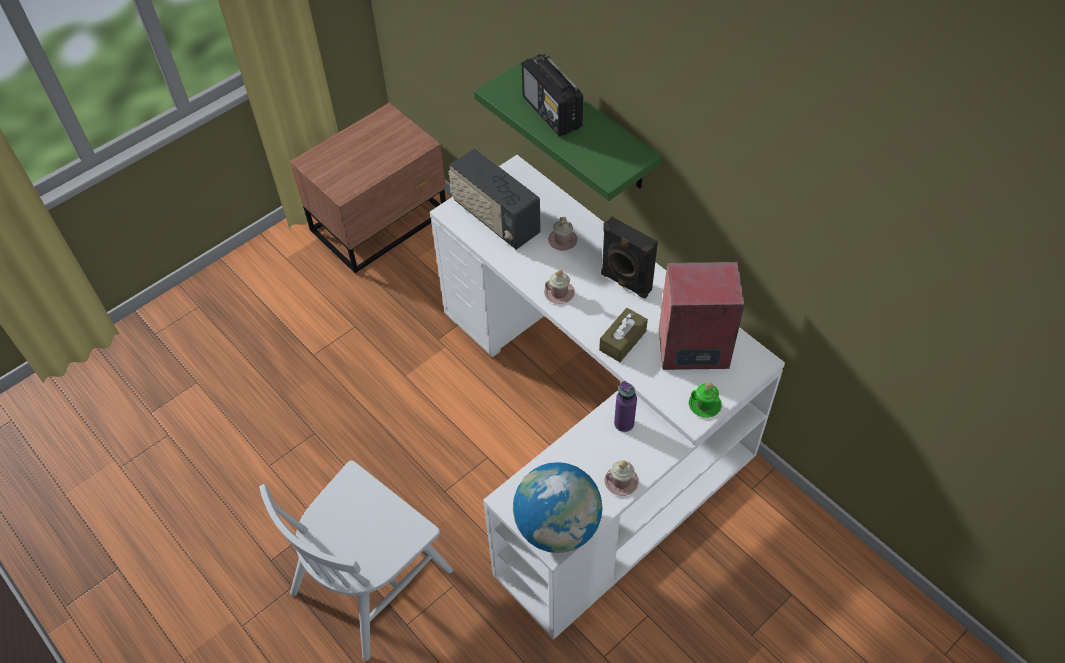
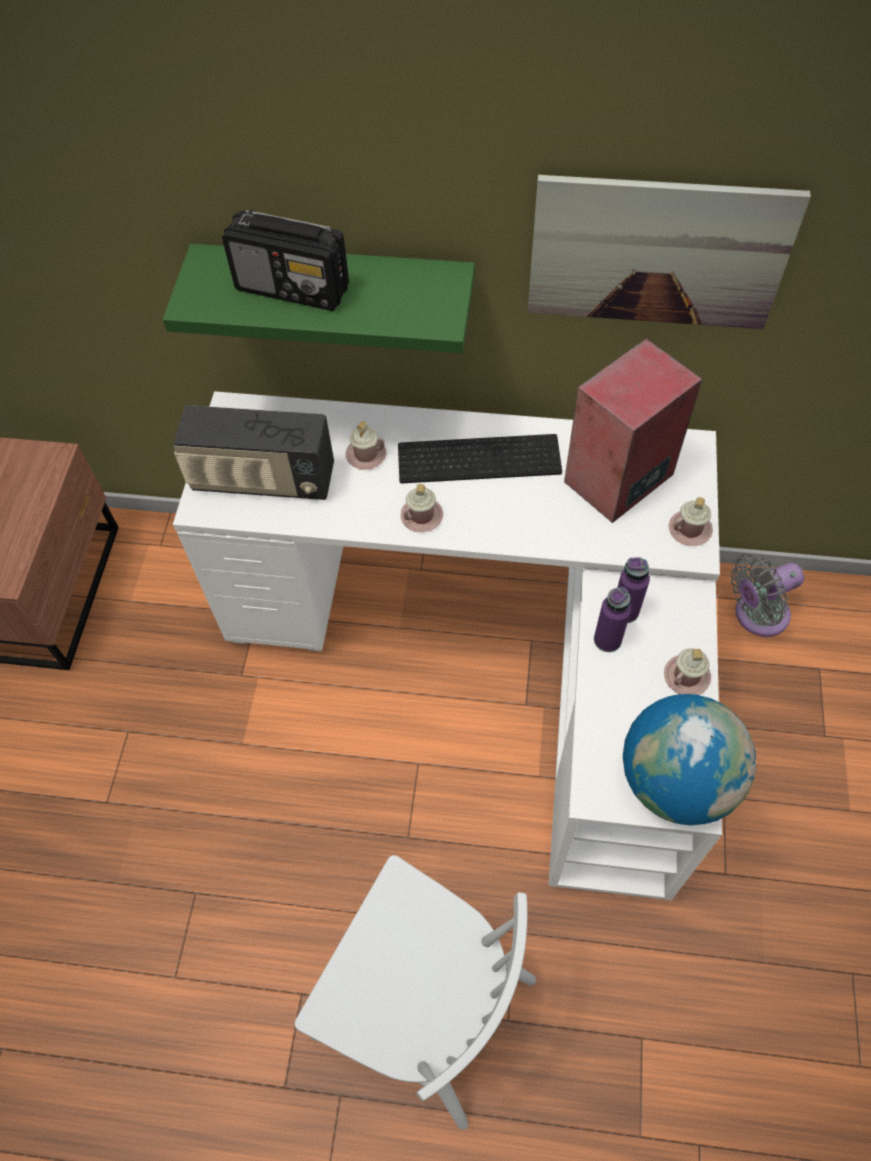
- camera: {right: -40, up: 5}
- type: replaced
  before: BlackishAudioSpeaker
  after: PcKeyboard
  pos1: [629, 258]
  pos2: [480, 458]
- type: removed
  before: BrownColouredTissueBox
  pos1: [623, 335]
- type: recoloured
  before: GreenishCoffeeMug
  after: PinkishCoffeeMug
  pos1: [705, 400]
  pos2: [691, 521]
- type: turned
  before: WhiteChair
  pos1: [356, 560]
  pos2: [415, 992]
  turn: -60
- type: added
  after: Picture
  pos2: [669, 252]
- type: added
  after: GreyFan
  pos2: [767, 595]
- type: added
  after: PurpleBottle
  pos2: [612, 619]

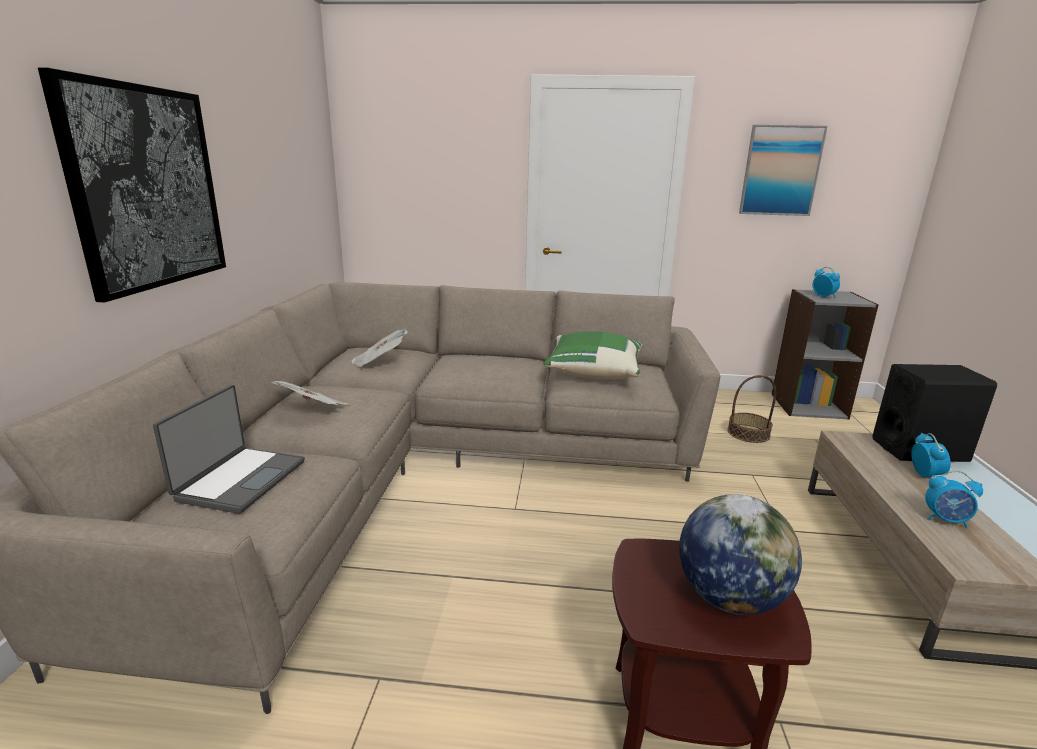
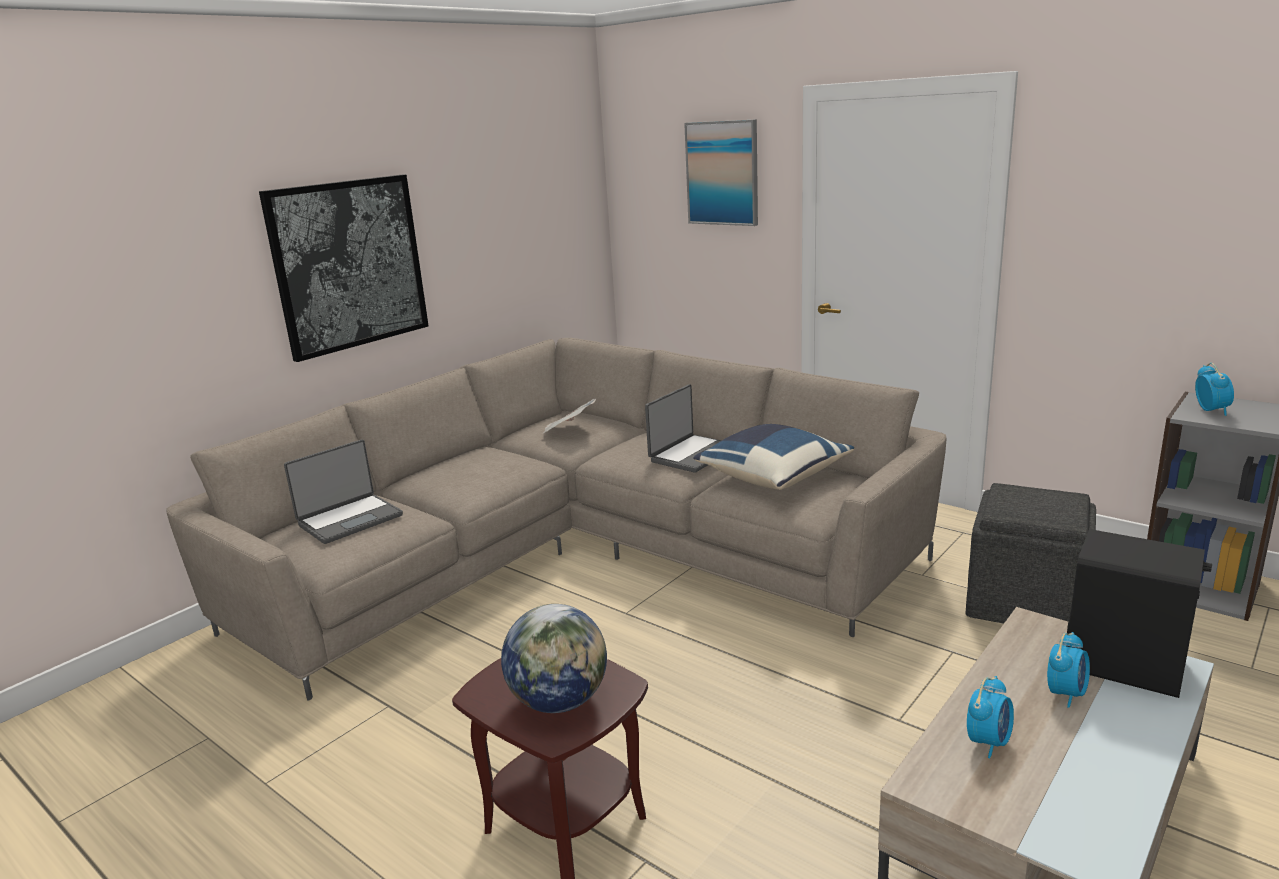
- camera: {right: 35, up: 0}
- type: moved
  before: Picture
  pos1: [783, 170]
  pos2: [721, 172]
- type: recoloured
  before: GreenishPillow
  after: BluePillow
  pos1: [593, 355]
  pos2: [773, 457]
- type: replaced
  before: Basket
  after: GreyFootrest
  pos1: [751, 409]
  pos2: [1030, 553]
- type: removed
  before: DailyPaper
  pos1: [309, 393]
- type: turned
  before: AlarmClock
  pos1: [954, 499]
  pos2: [990, 717]
  turn: -105
- type: added
  after: PortableComputer
  pos2: [683, 428]

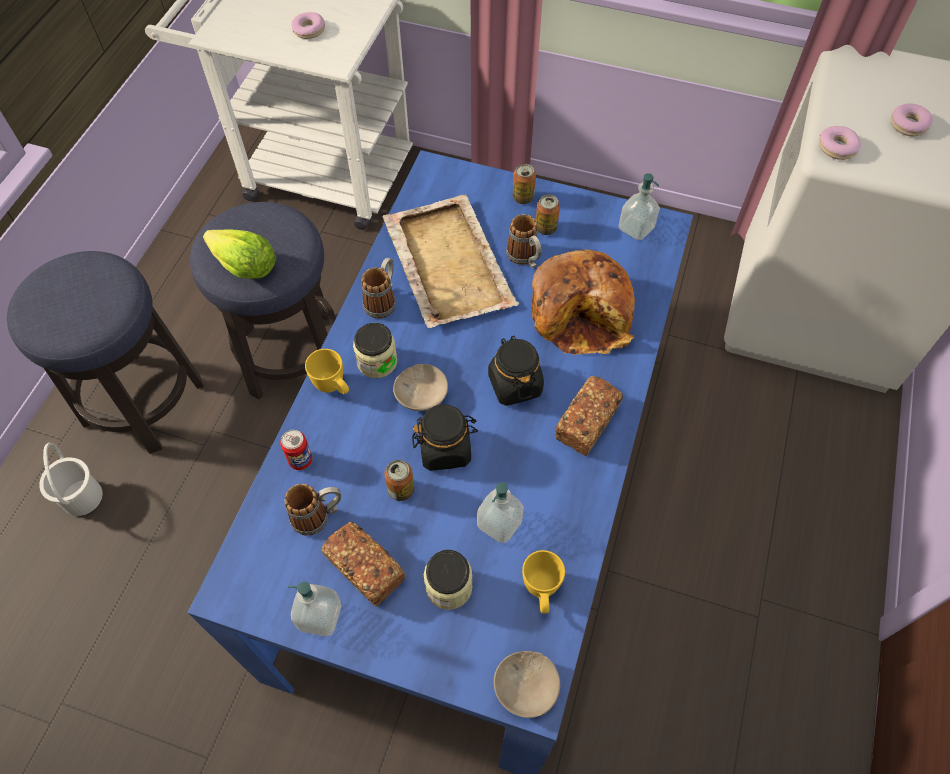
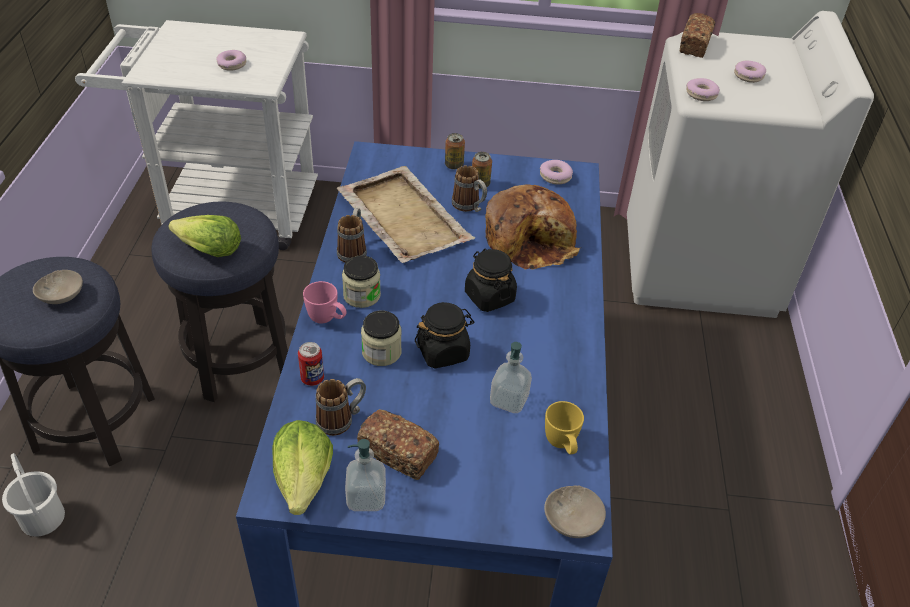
- camera: {right: -15, up: -15}
- type: replaced
  before: LiquidSoapBottle
  after: Doughnut
  pos1: [639, 206]
  pos2: [556, 172]
- type: recoloured
  before: YellowishCoffeeMug
  after: PinkishCoffeeMug
  pos1: [327, 371]
  pos2: [325, 302]
- type: moved
  before: SandColouredBowl
  pos1: [420, 387]
  pos2: [58, 287]
- type: moved
  before: Bread
  pos1: [589, 416]
  pos2: [697, 35]
- type: removed
  before: MetalCan
  pos1: [399, 480]
- type: moved
  before: Jar
  pos1: [448, 580]
  pos2: [381, 338]
- type: added
  after: Lettuce
  pos2: [302, 467]

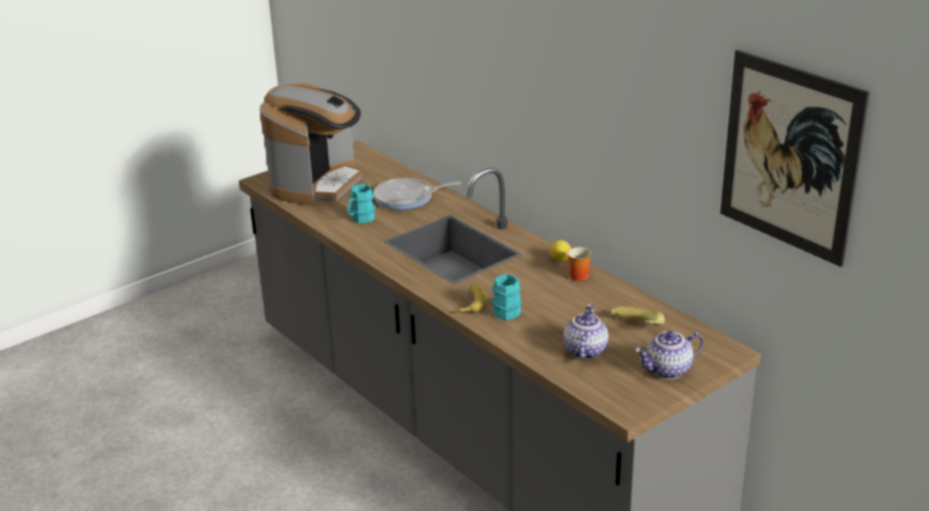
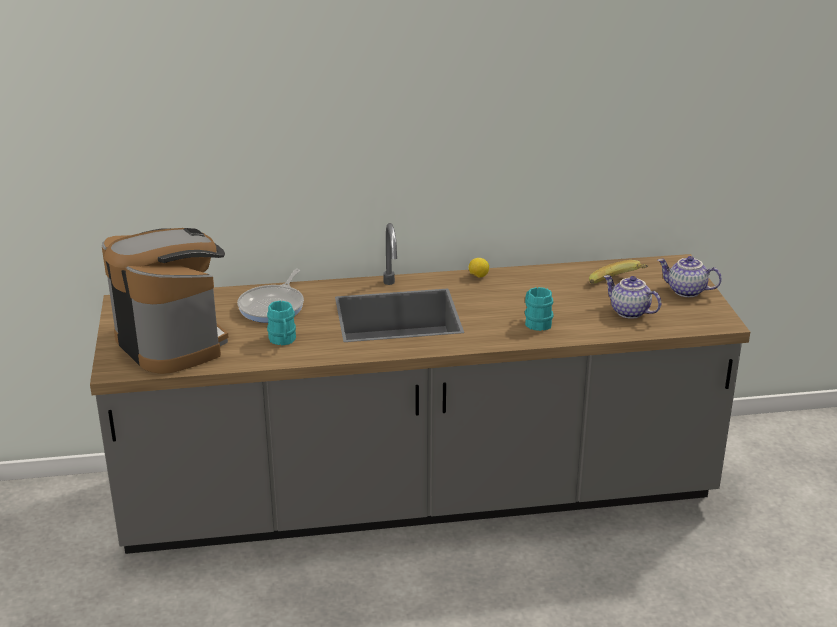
- camera: {right: -60, up: 0}
- type: removed
  before: Picture
  pos1: [795, 158]
- type: removed
  before: CoffeeMug
  pos1: [579, 264]
- type: removed
  before: BananaFruit
  pos1: [473, 298]
- type: turned
  before: TeaPot
  pos1: [669, 355]
  pos2: [690, 276]
  turn: 105

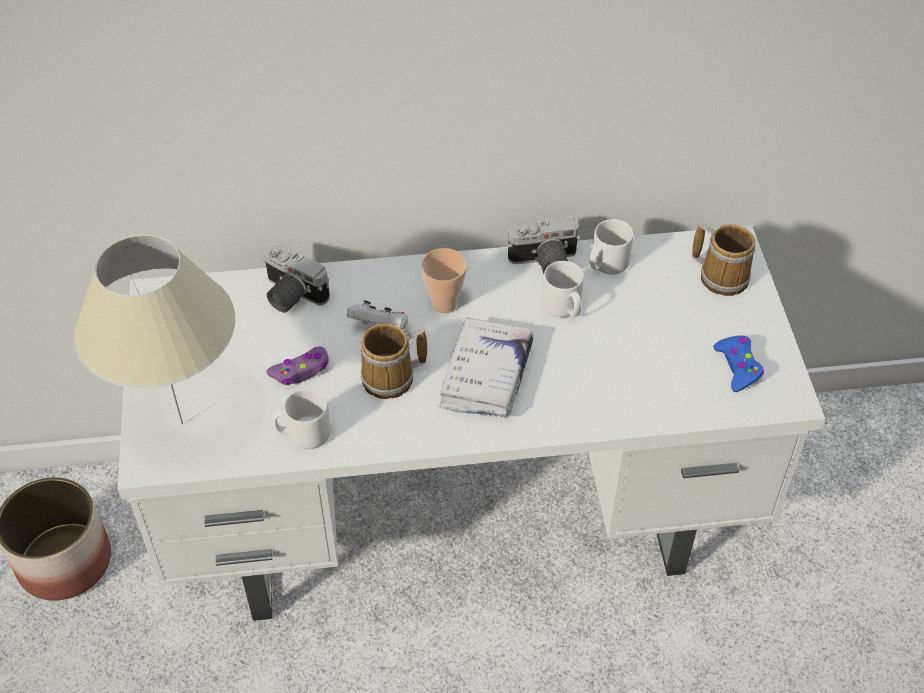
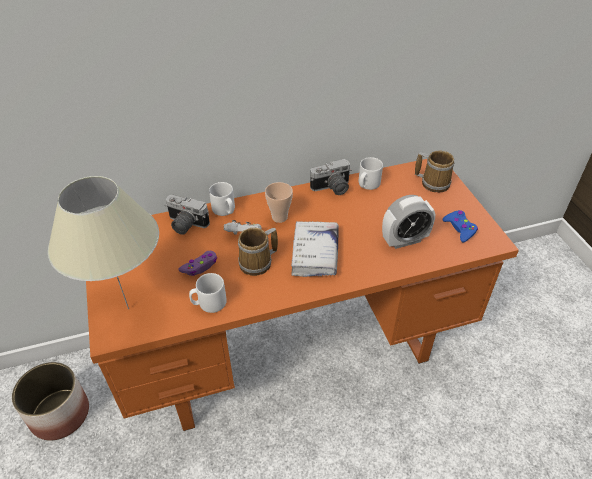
- camera: {right: -10, up: -5}
- type: recoloured
  before: WhiteDesk
  after: OrangeColouredDesk
  pos1: [471, 423]
  pos2: [302, 295]
- type: moved
  before: WhiteCoffeeMug
  pos1: [563, 289]
  pos2: [222, 199]
- type: added
  after: AlarmClock
  pos2: [408, 222]

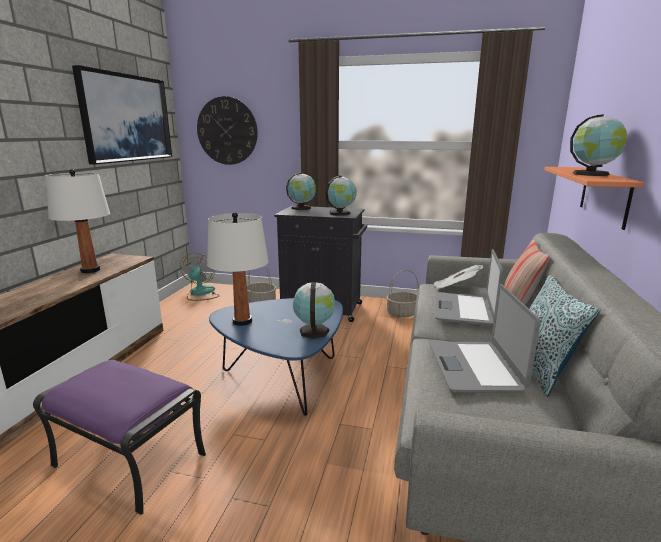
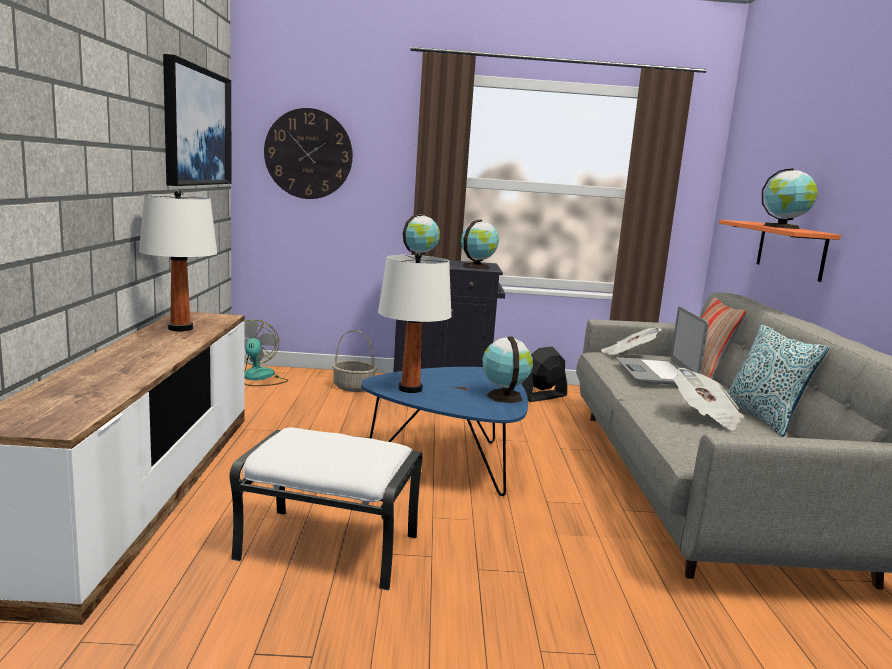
- camera: {right: -15, up: -5}
- type: replaced
  before: Basket
  after: BlackishFan
  pos1: [402, 294]
  pos2: [544, 374]
- type: replaced
  before: PortableComputer
  after: DailyPaper
  pos1: [484, 338]
  pos2: [709, 399]
- type: recoloured
  before: PurpleFootrest
  after: WhiteFootrest
  pos1: [119, 437]
  pos2: [326, 509]

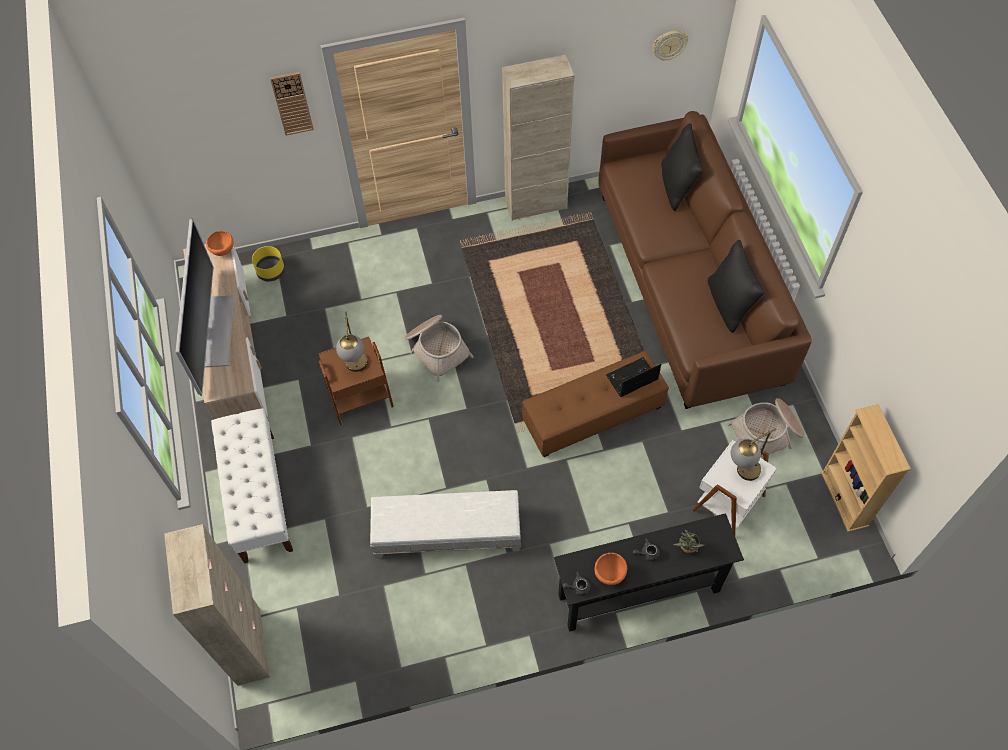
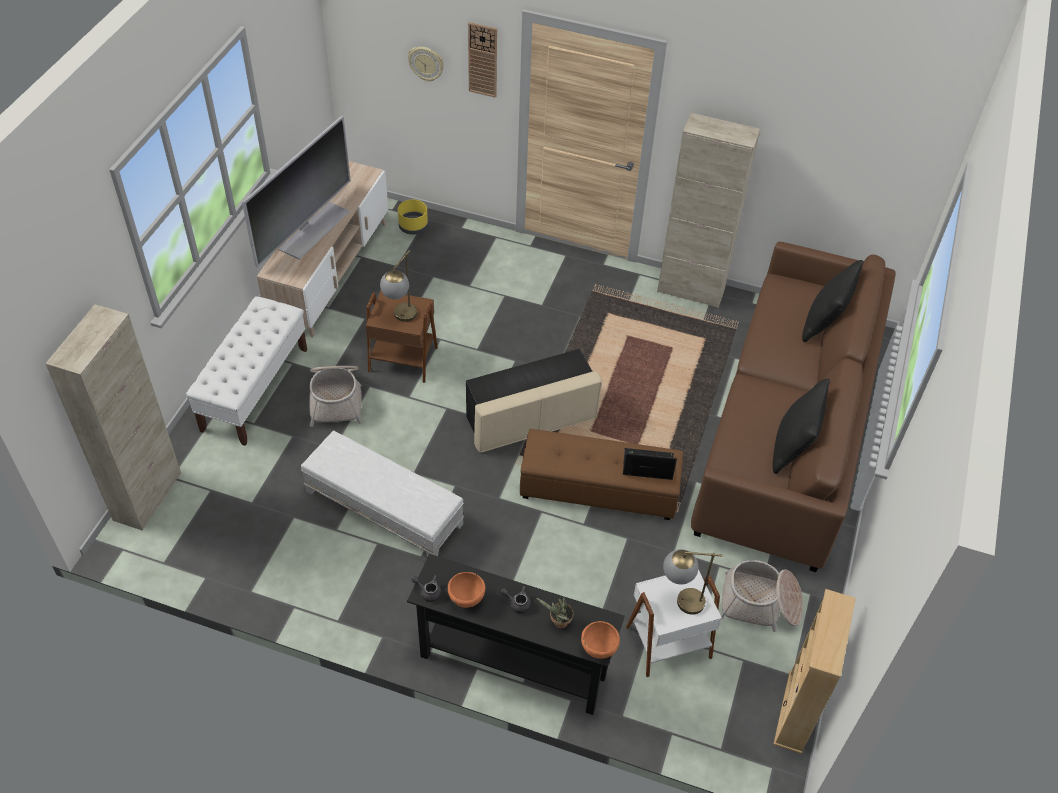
- camera: {right: 30, up: -10}
- type: moved
  before: WallClock
  pos1: [670, 46]
  pos2: [426, 64]
- type: moved
  before: OrangeColouredBowl
  pos1: [220, 243]
  pos2: [600, 640]
- type: moved
  before: Basket
  pos1: [439, 348]
  pos2: [335, 396]
- type: added
  after: SandColouredFootrest
  pos2: [534, 400]

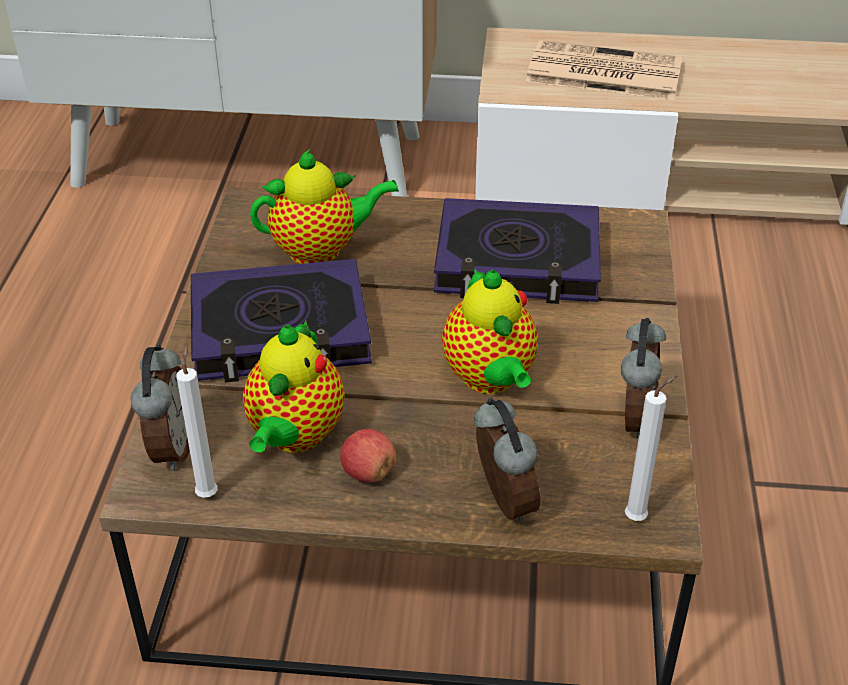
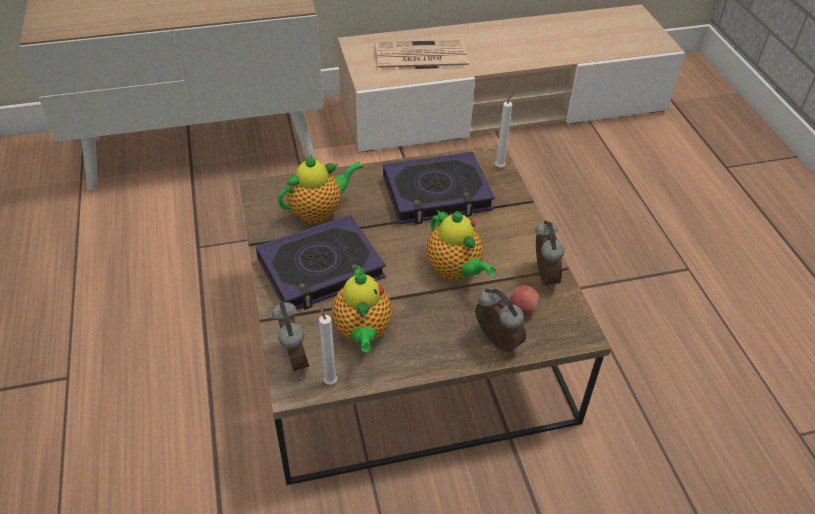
- camera: {right: -20, up: 5}
- type: moved
  before: WhiteWaxCandle
  pos1: [651, 448]
  pos2: [505, 130]
- type: moved
  before: Apple
  pos1: [368, 455]
  pos2: [524, 300]

